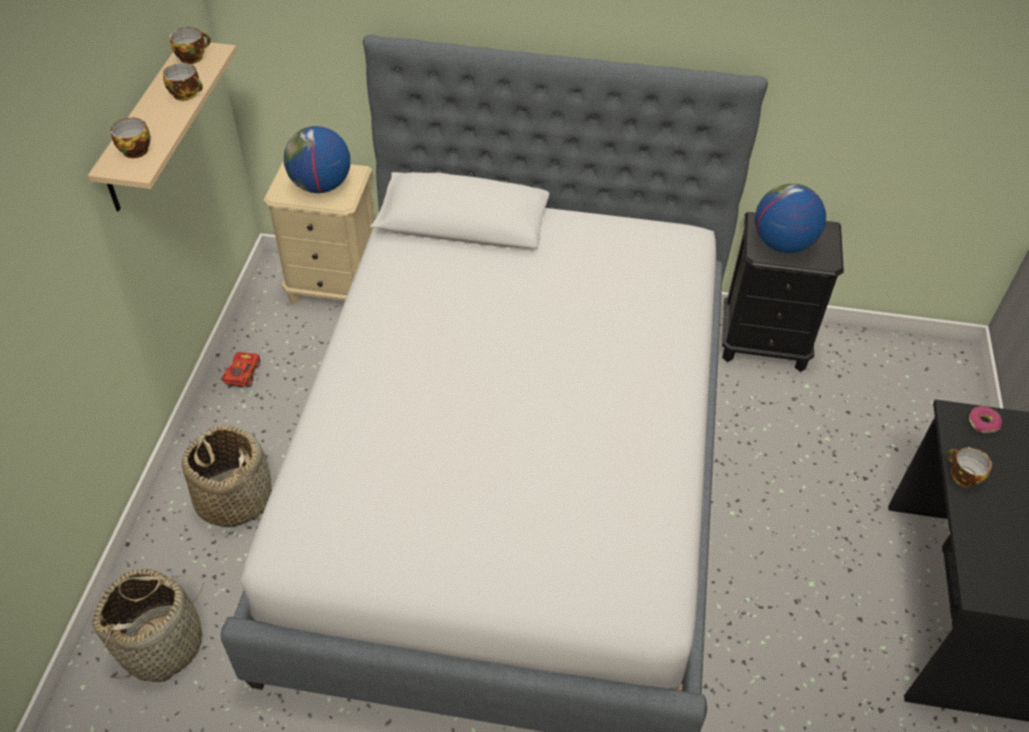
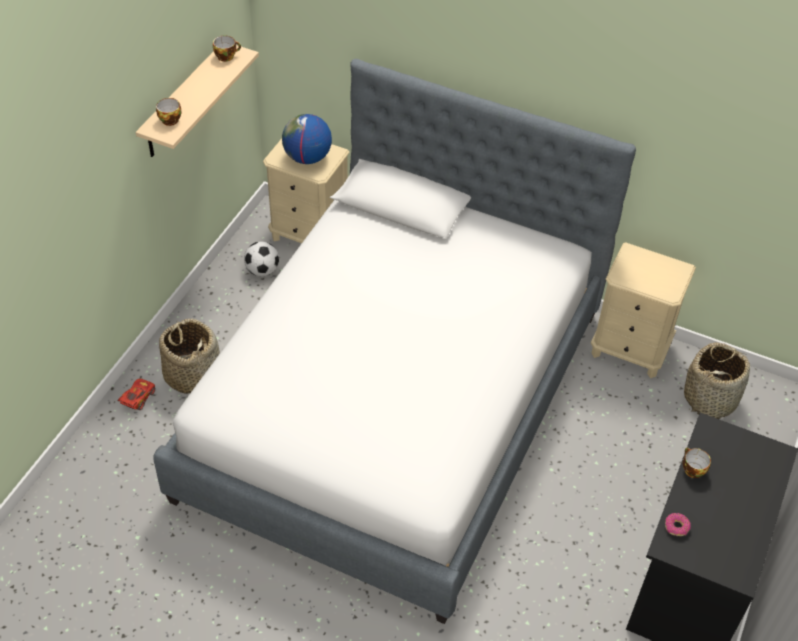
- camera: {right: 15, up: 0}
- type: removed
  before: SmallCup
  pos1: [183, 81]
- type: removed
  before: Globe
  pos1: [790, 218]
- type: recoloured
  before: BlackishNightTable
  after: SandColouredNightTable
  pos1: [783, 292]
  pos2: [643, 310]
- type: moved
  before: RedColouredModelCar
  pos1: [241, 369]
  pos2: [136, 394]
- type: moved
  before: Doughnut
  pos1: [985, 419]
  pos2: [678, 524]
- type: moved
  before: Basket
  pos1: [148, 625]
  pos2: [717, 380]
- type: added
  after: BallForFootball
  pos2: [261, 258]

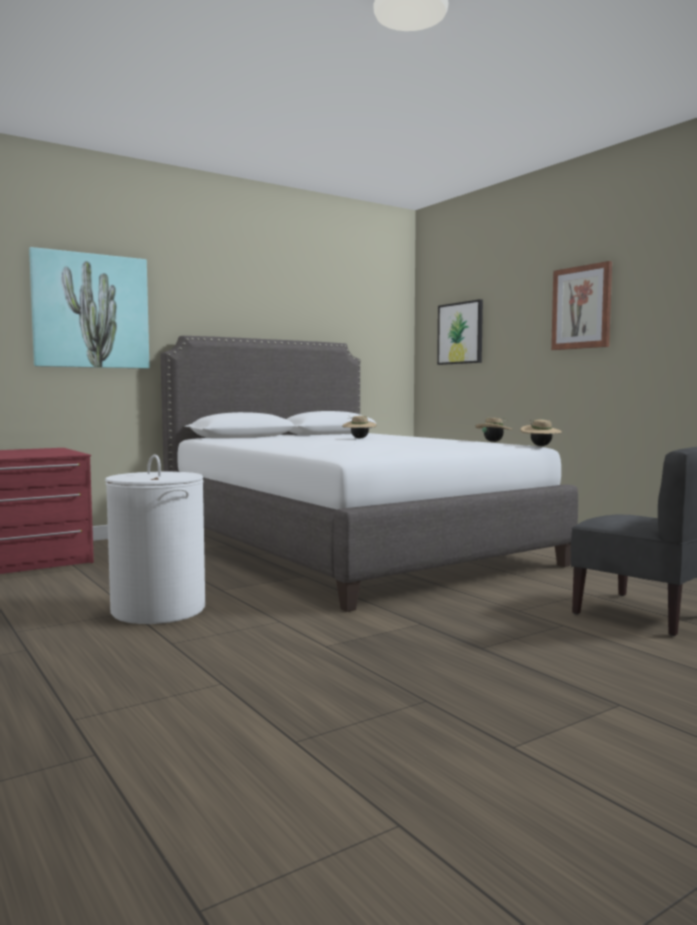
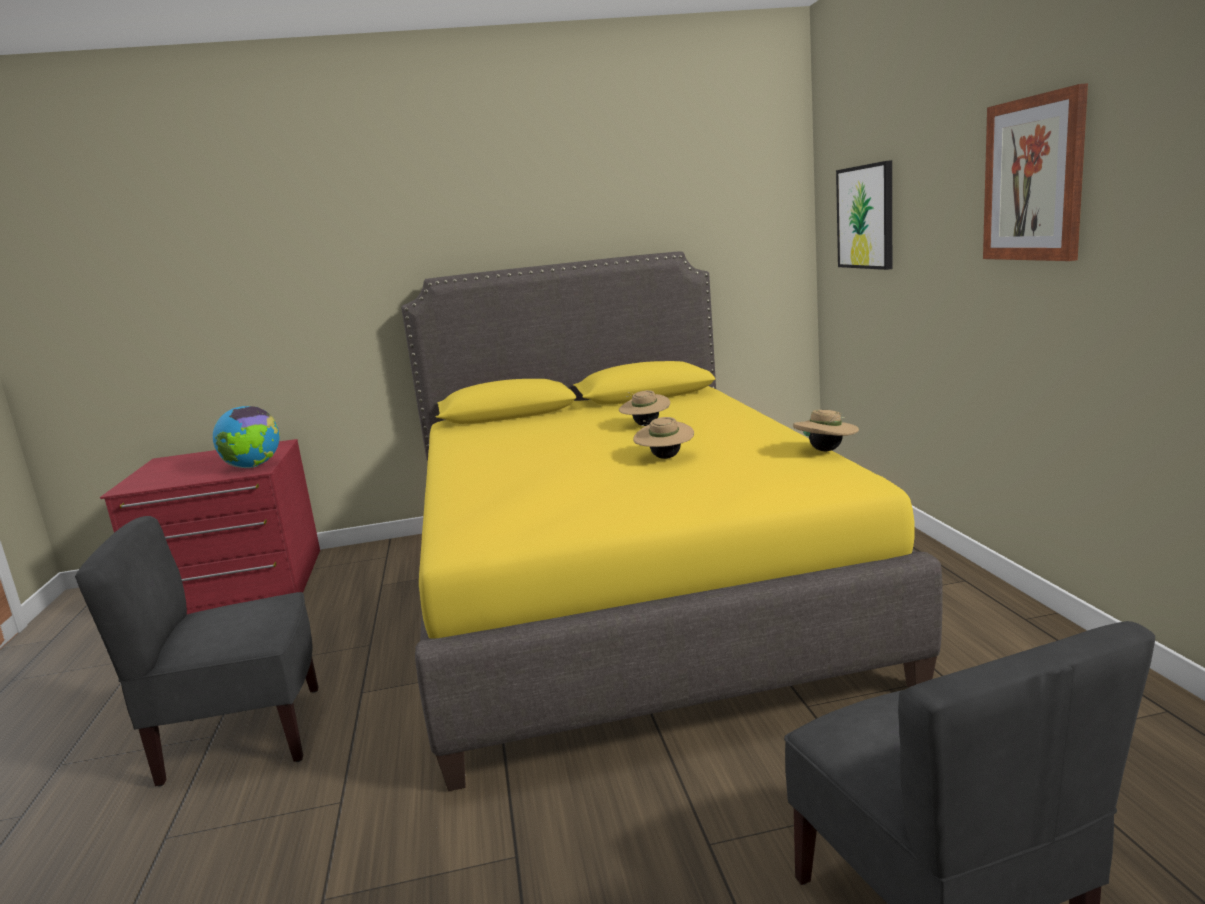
- camera: {right: 25, up: 10}
- type: removed
  before: Picture
  pos1: [89, 308]
- type: recoloured
  before: WhiteSleepingBed
  after: YellowishSleepingBed
  pos1: [369, 474]
  pos2: [672, 521]
- type: moved
  before: SandColouredWearableHat
  pos1: [541, 433]
  pos2: [663, 438]
- type: replaced
  before: WhiteLaundryBasket
  after: GreyChair
  pos1: [155, 539]
  pos2: [196, 651]
- type: added
  after: Globe
  pos2: [246, 437]

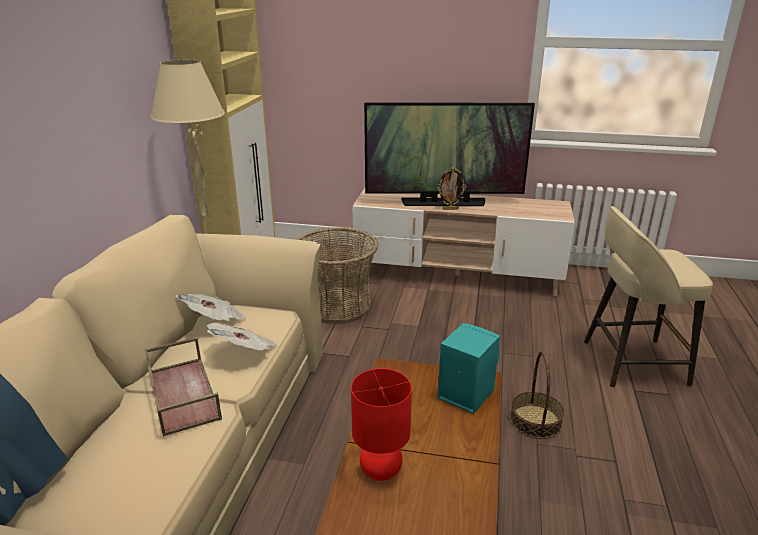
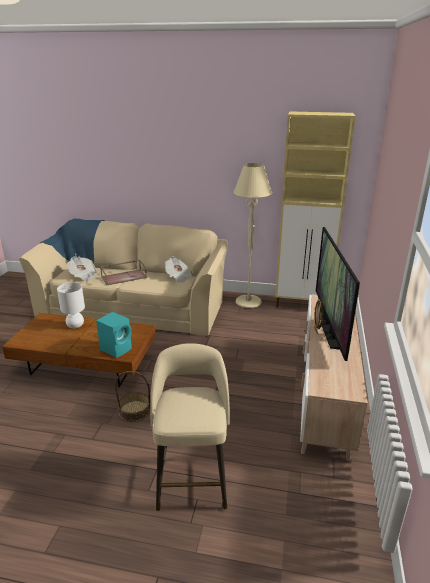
- camera: {right: 90, up: 0}
- type: removed
  before: Basket
  pos1: [338, 275]
- type: moved
  before: DailyPaper
  pos1: [243, 337]
  pos2: [82, 269]
- type: recoloured
  before: RedColouredTableLamp
  after: WhiteTableLamp
  pos1: [381, 424]
  pos2: [71, 305]

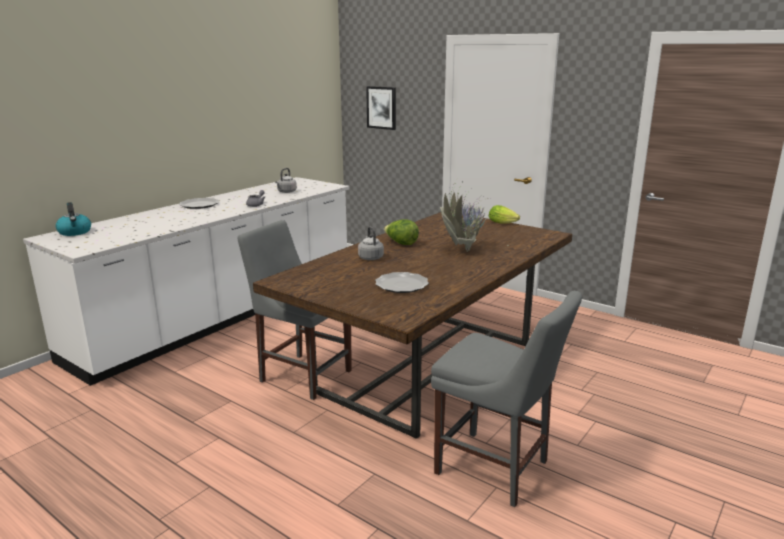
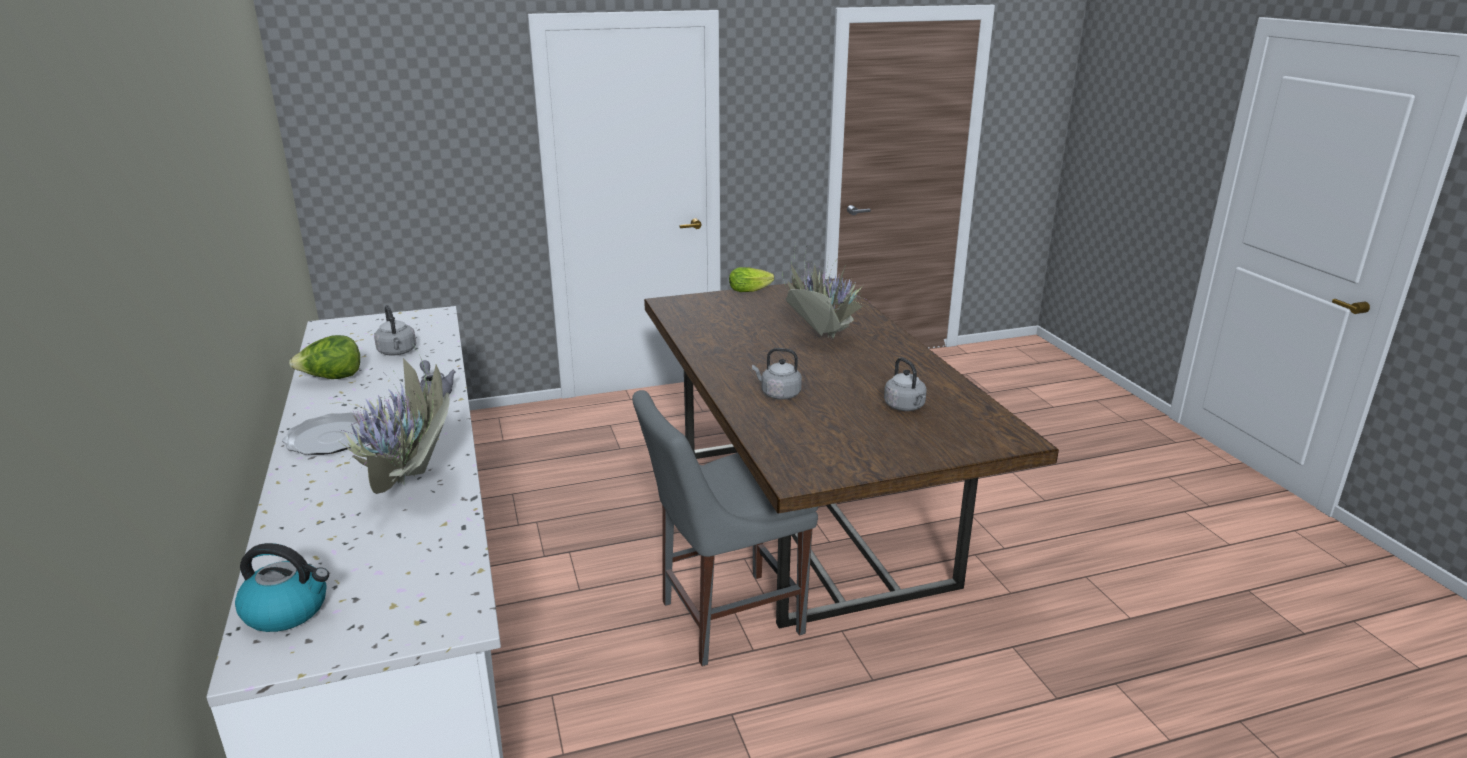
- camera: {right: -55, up: 5}
- type: removed
  before: Picture
  pos1: [381, 108]
- type: moved
  before: Lettuce
  pos1: [401, 232]
  pos2: [324, 357]
- type: replaced
  before: FlatDish
  after: GreyKettle
  pos1: [402, 282]
  pos2: [905, 384]
- type: removed
  before: GreyChair
  pos1: [506, 399]
- type: added
  after: Houseplant
  pos2: [377, 424]

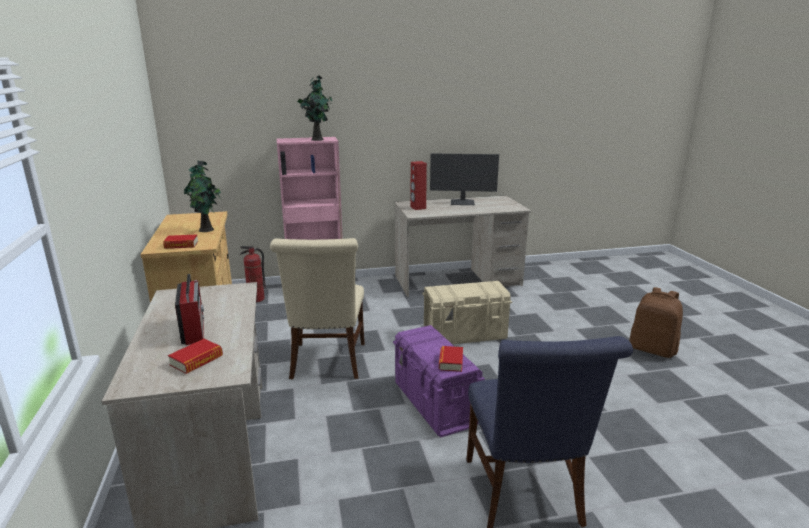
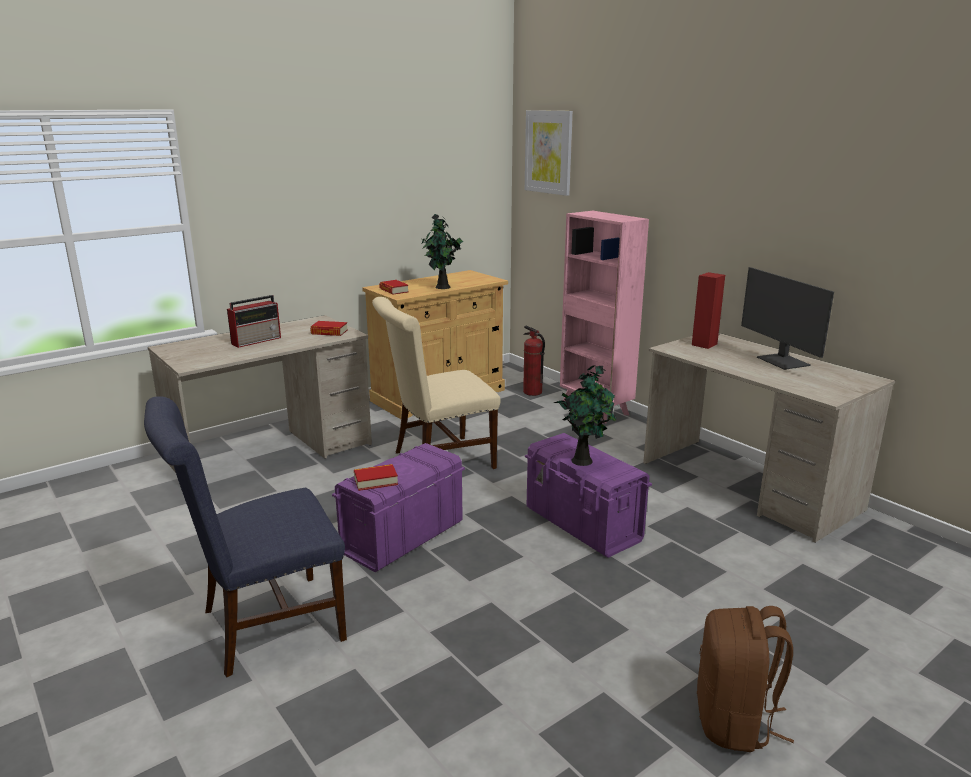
- camera: {right: 65, up: 0}
- type: moved
  before: Houseplant
  pos1: [314, 108]
  pos2: [585, 415]
- type: recoloured
  before: SandColouredStorageContainer
  after: PurpleStorageContainer
  pos1: [467, 312]
  pos2: [588, 495]
- type: moved
  before: Volume
  pos1: [195, 356]
  pos2: [328, 328]
- type: added
  after: Picture
  pos2: [549, 153]

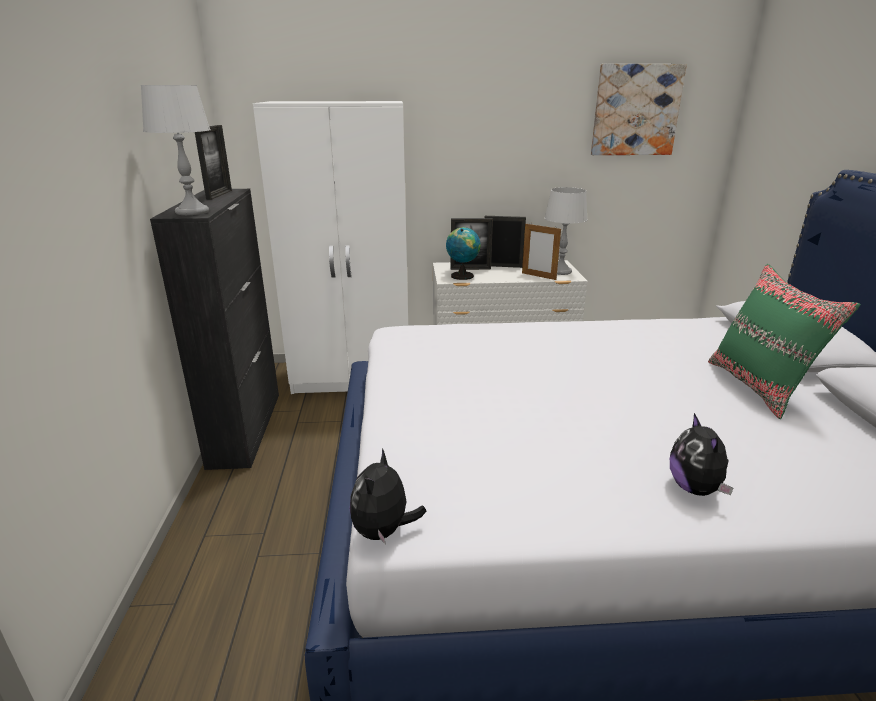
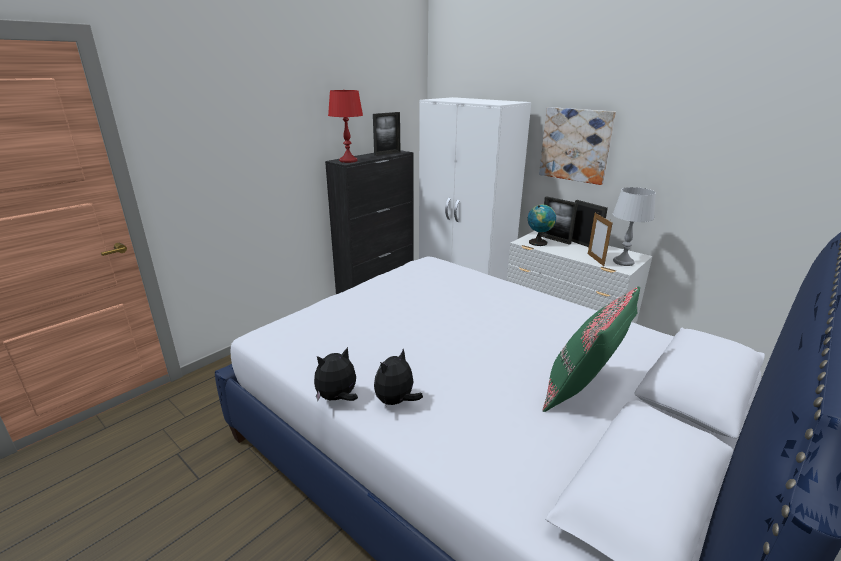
- camera: {right: 45, up: 0}
- type: moved
  before: Picture
  pos1: [639, 109]
  pos2: [577, 146]
- type: recoloured
  before: GreyTableLamp
  after: RedColouredTableLamp
  pos1: [176, 150]
  pos2: [345, 126]
- type: moved
  before: PlushToy
  pos1: [388, 496]
  pos2: [336, 374]

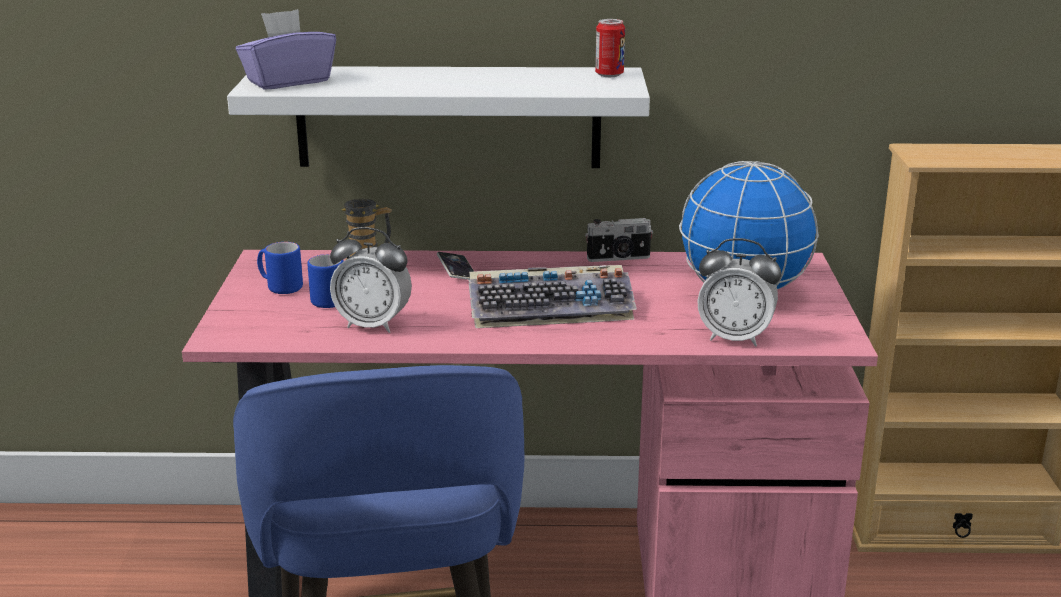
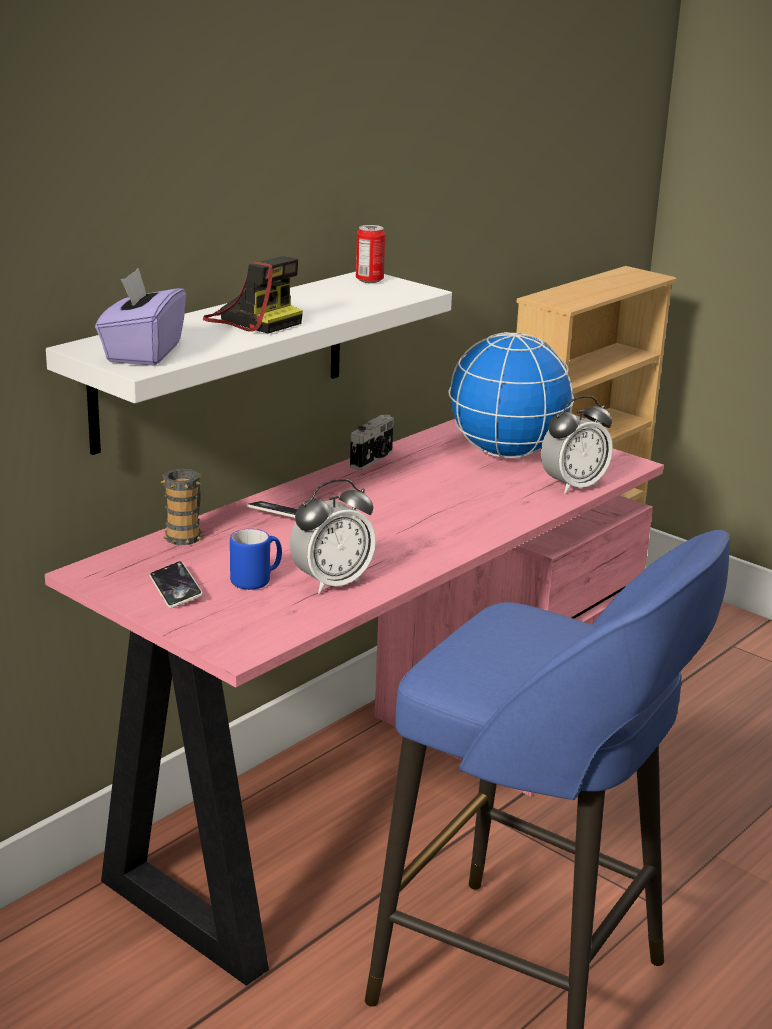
- camera: {right: -50, up: 0}
- type: replaced
  before: BlueCoffeeMug
  after: Telephone
  pos1: [280, 268]
  pos2: [176, 584]
- type: removed
  before: PcKeyboard
  pos1: [553, 296]
- type: added
  after: PhotoCamera
  pos2: [253, 295]

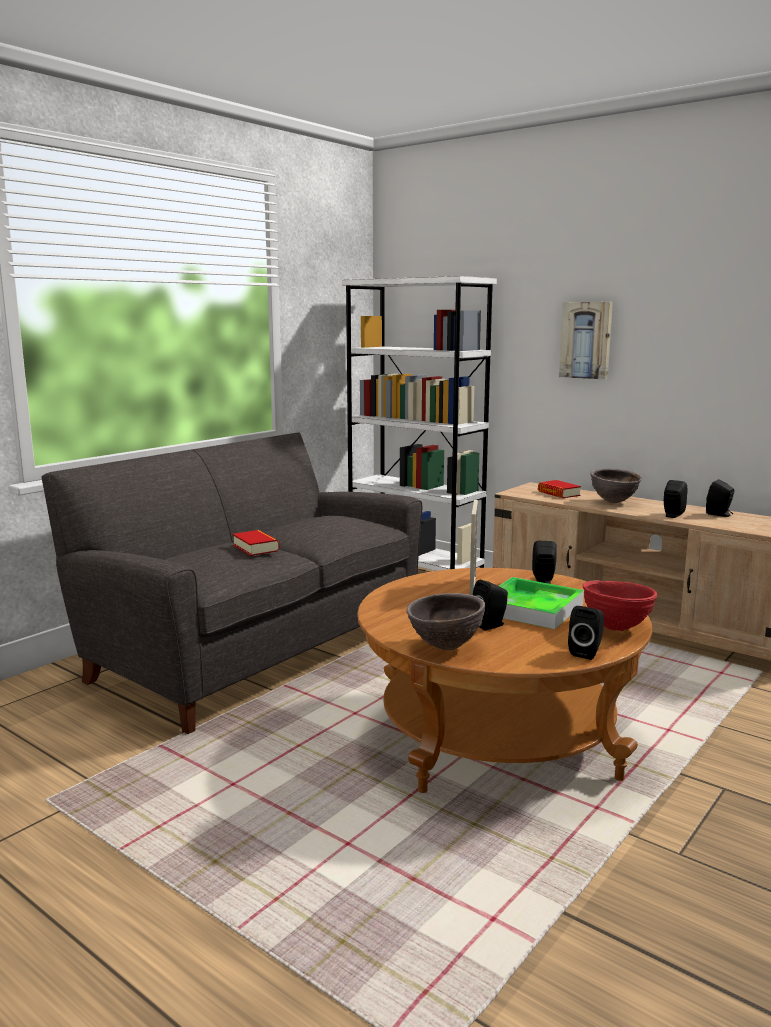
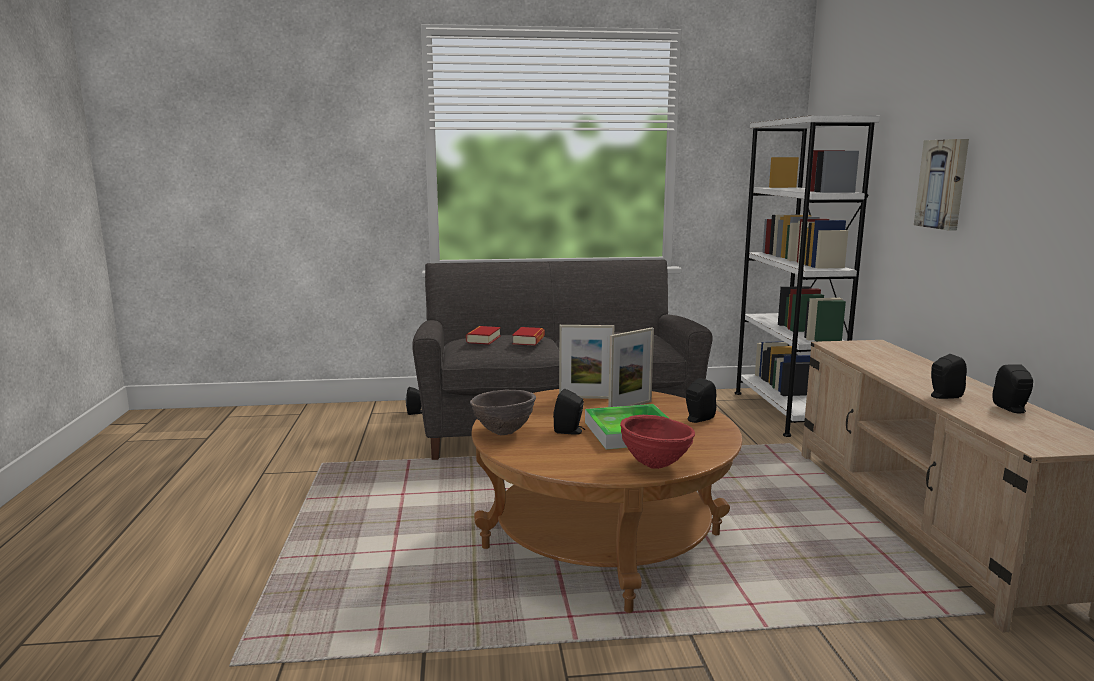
- camera: {right: 45, up: 0}
- type: removed
  before: BrownColouredBowl
  pos1: [616, 485]
- type: moved
  before: Volume
  pos1: [559, 489]
  pos2: [483, 335]
- type: moved
  before: BlackishAudioSpeaker
  pos1: [586, 633]
  pos2: [414, 401]
- type: added
  after: PhotoFrame
  pos2: [586, 362]

